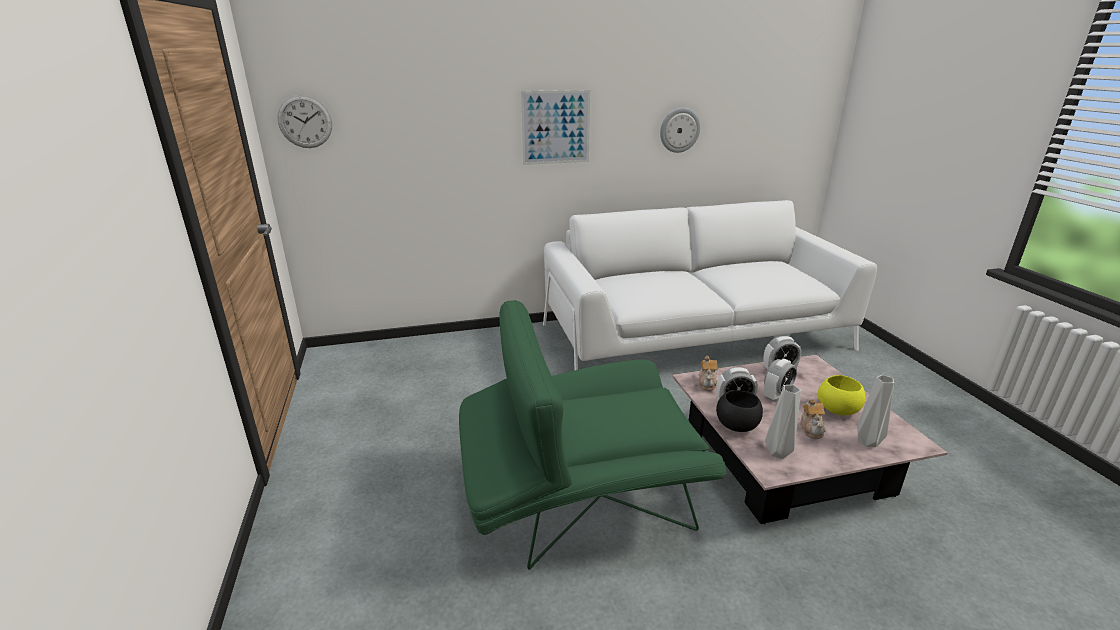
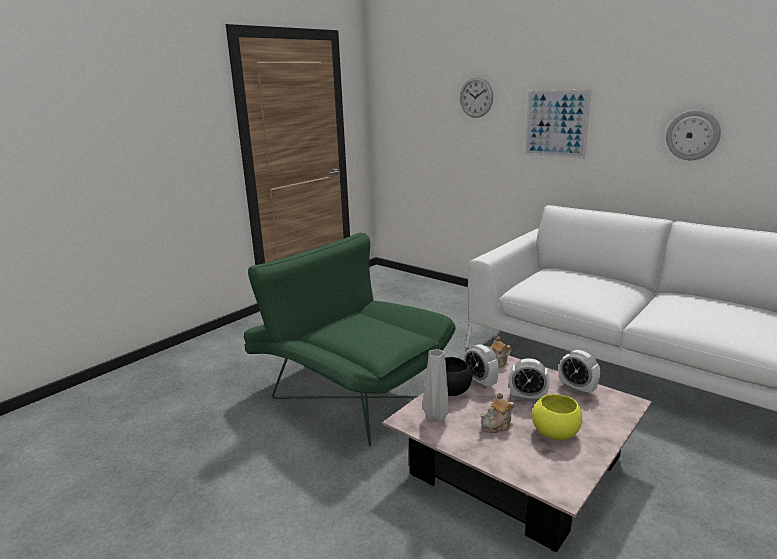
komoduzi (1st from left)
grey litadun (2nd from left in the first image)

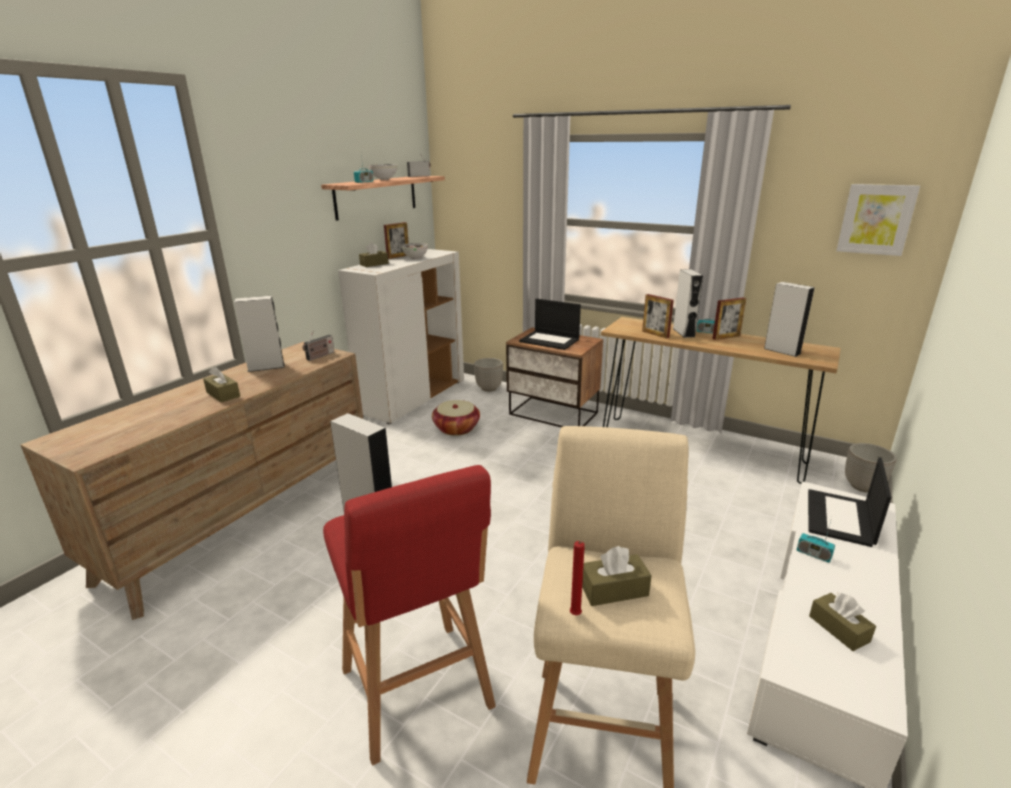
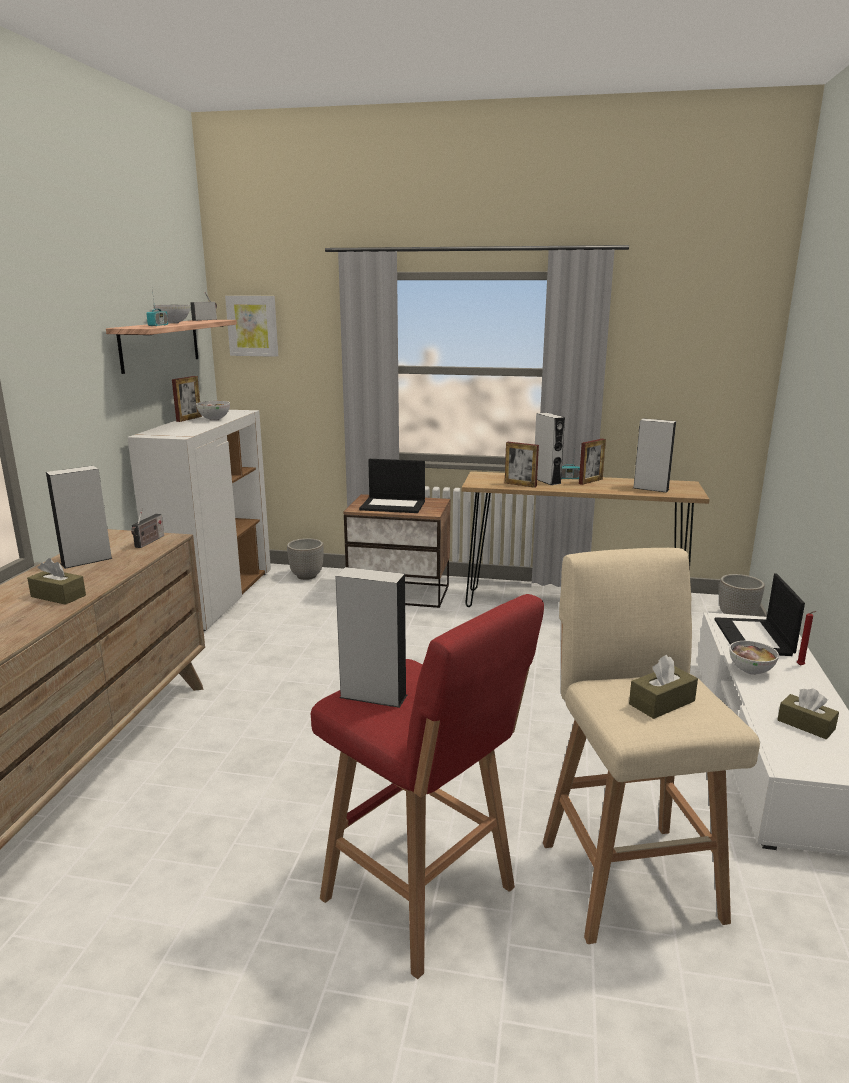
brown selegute (2nd from left in the first image)
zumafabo
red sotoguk
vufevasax (3rd from left)
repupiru

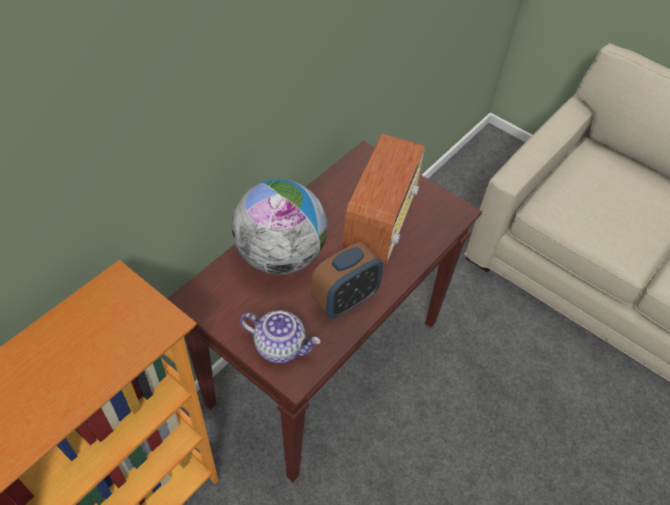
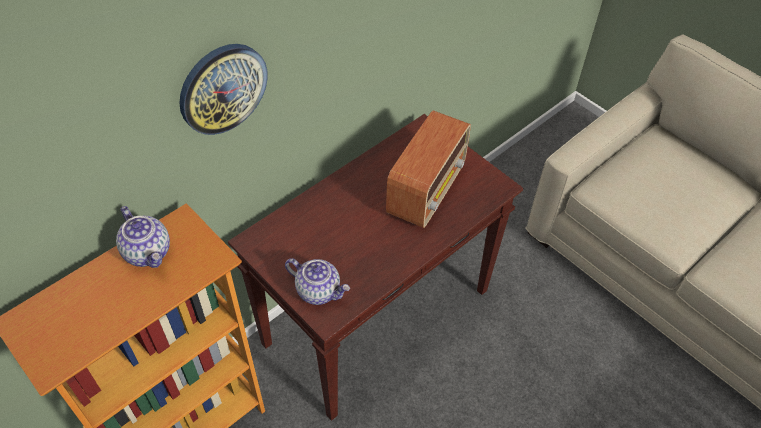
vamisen
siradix
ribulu (1st from left)
komoduzi

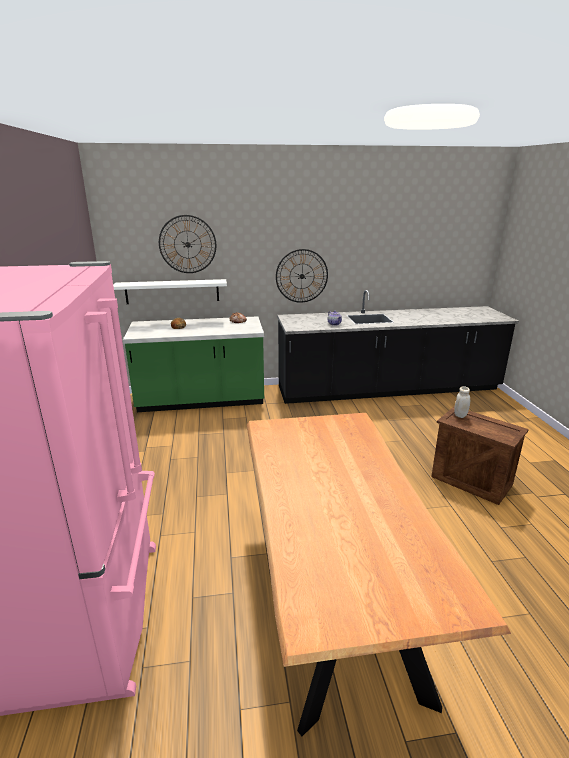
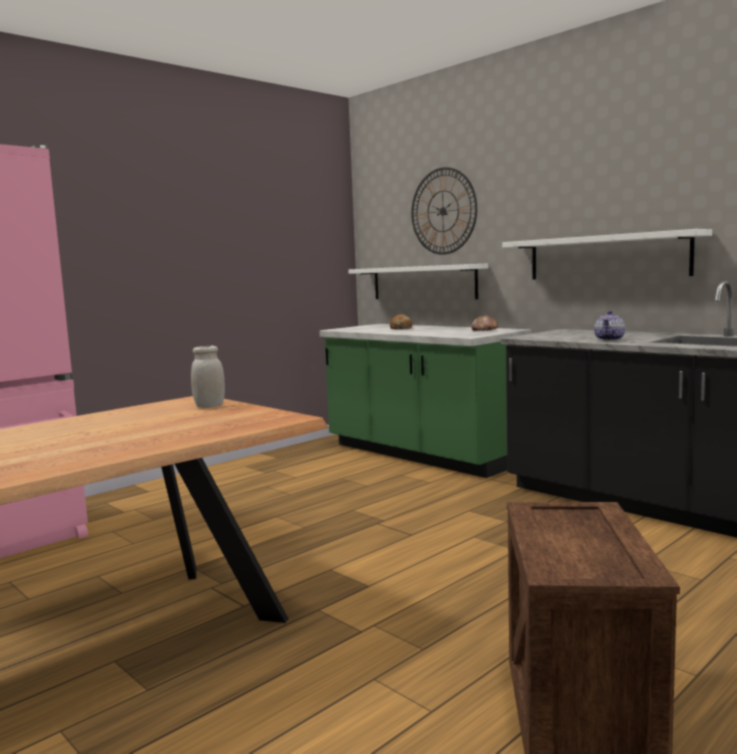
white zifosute (2nd from left)
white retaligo

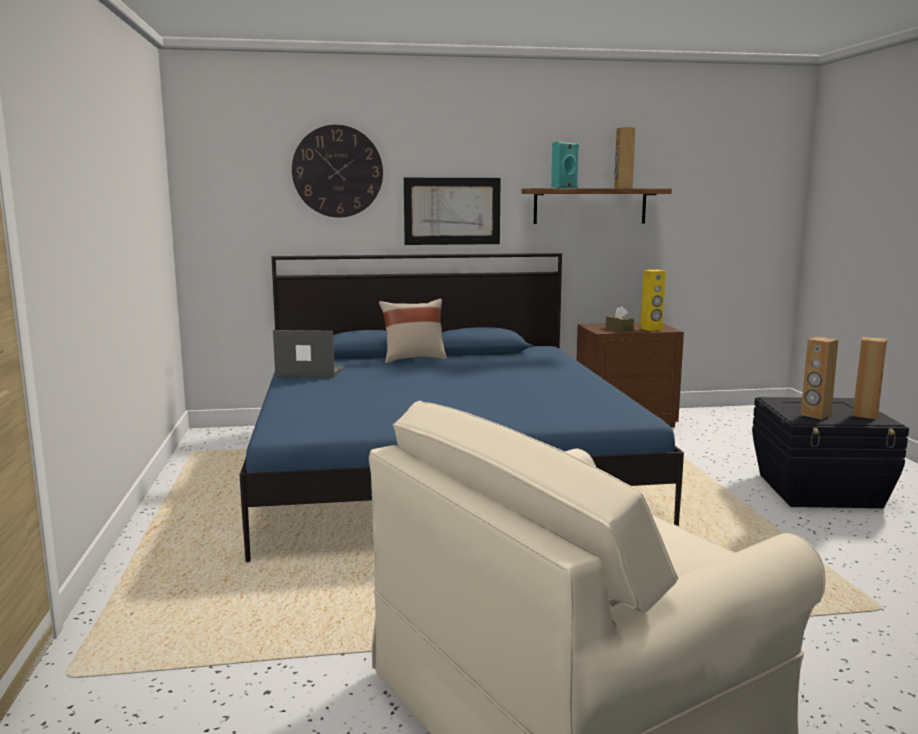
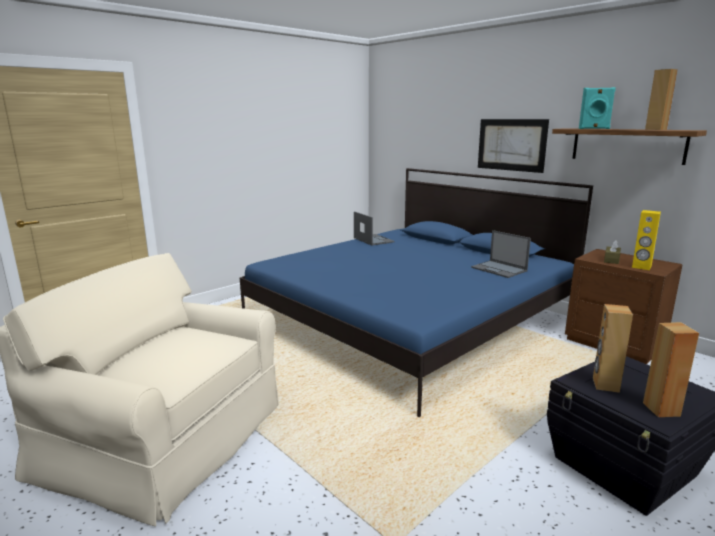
komoduzi
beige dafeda
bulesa (2nd from left)

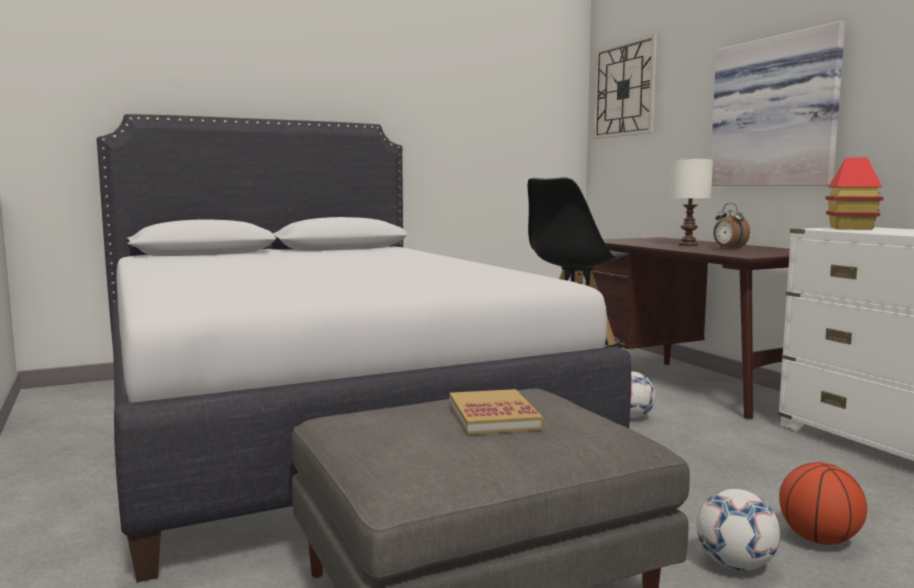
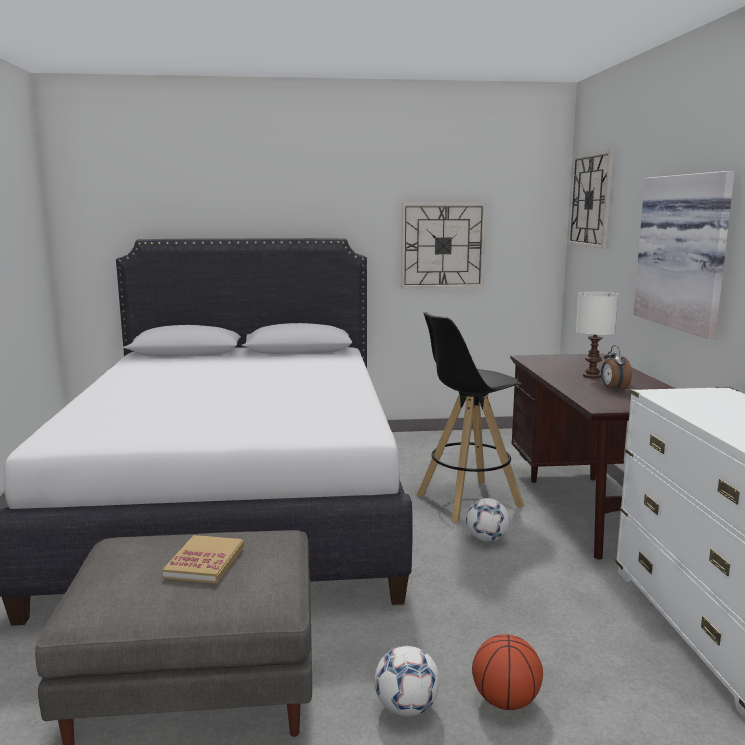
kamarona
komoduzi (1st from left)

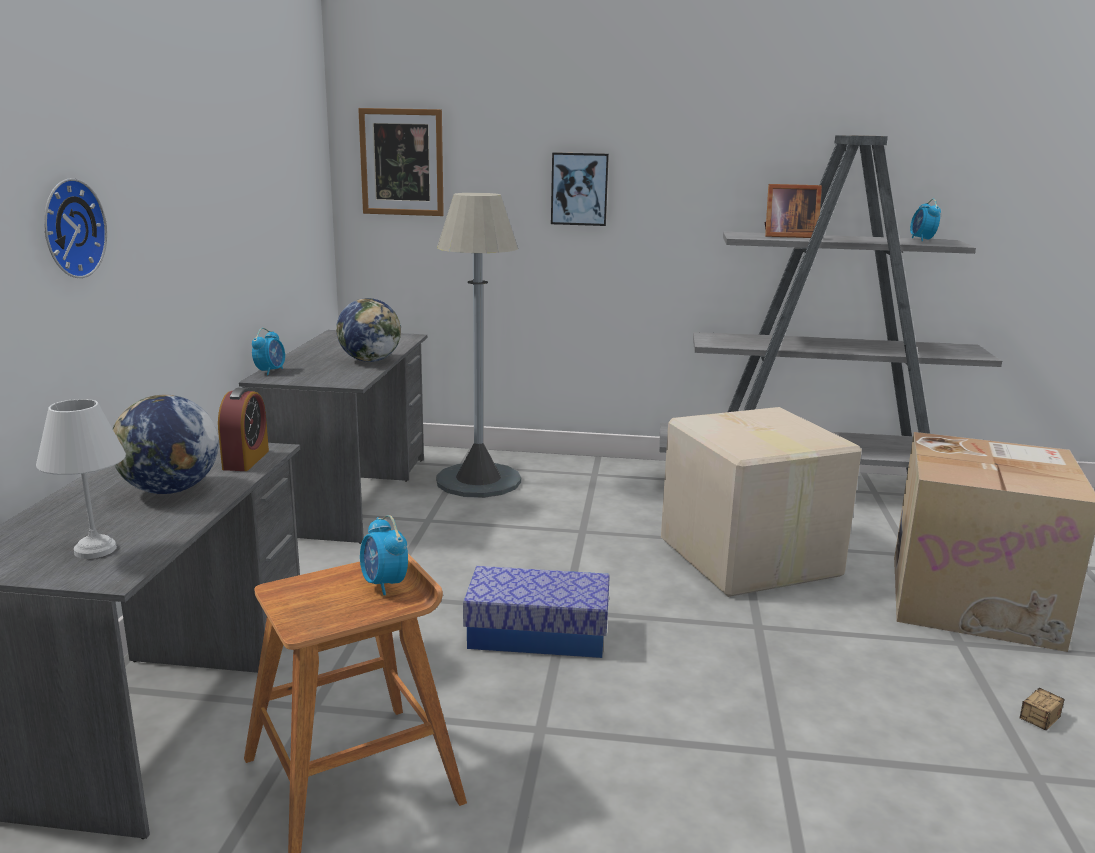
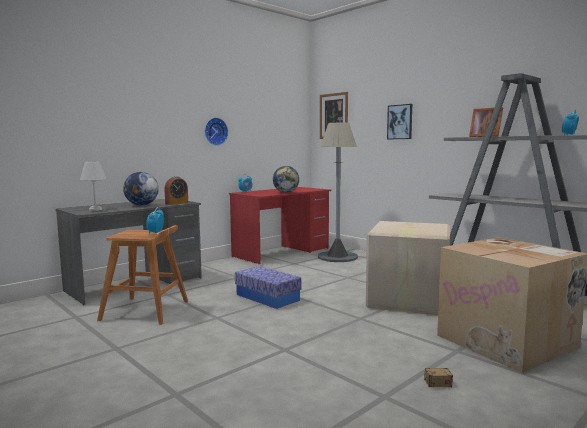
komoduzi
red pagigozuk

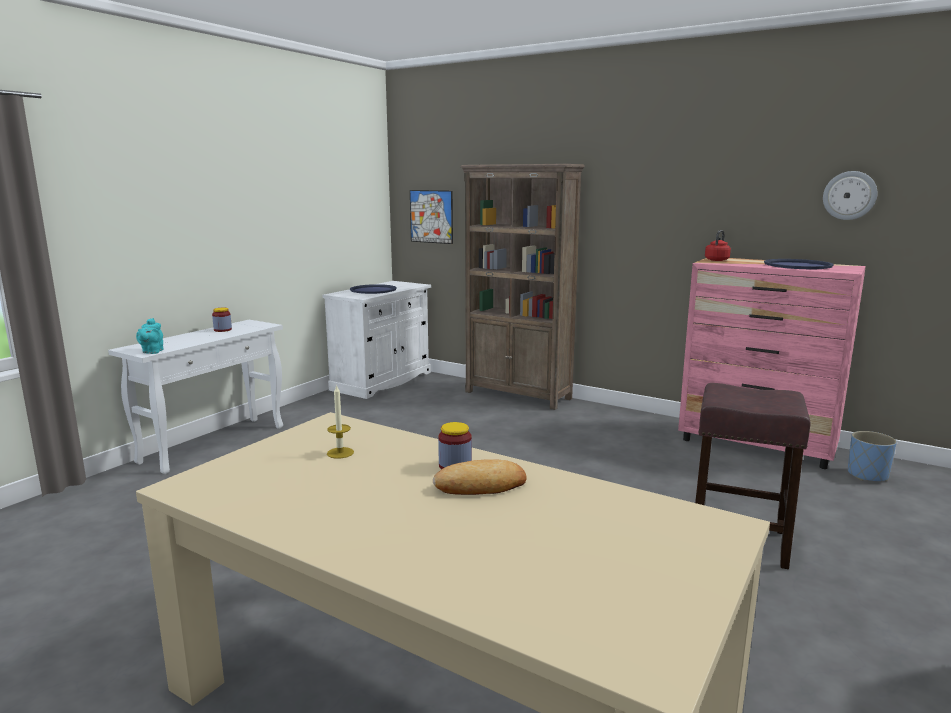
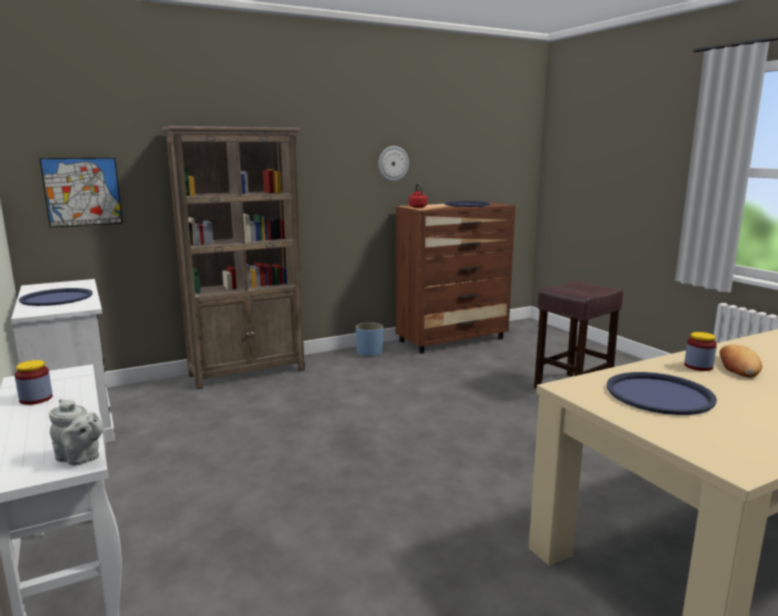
grey ribulu
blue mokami (3rd from left)
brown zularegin
komoduzi
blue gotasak

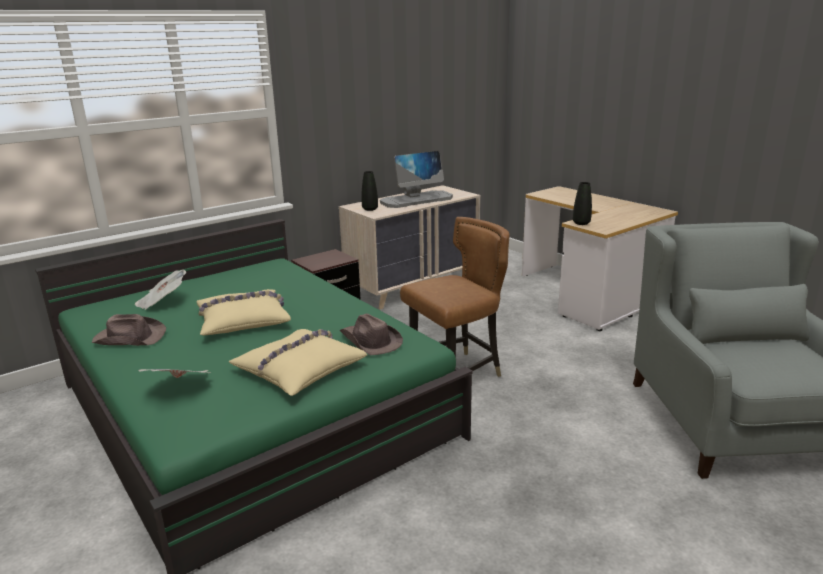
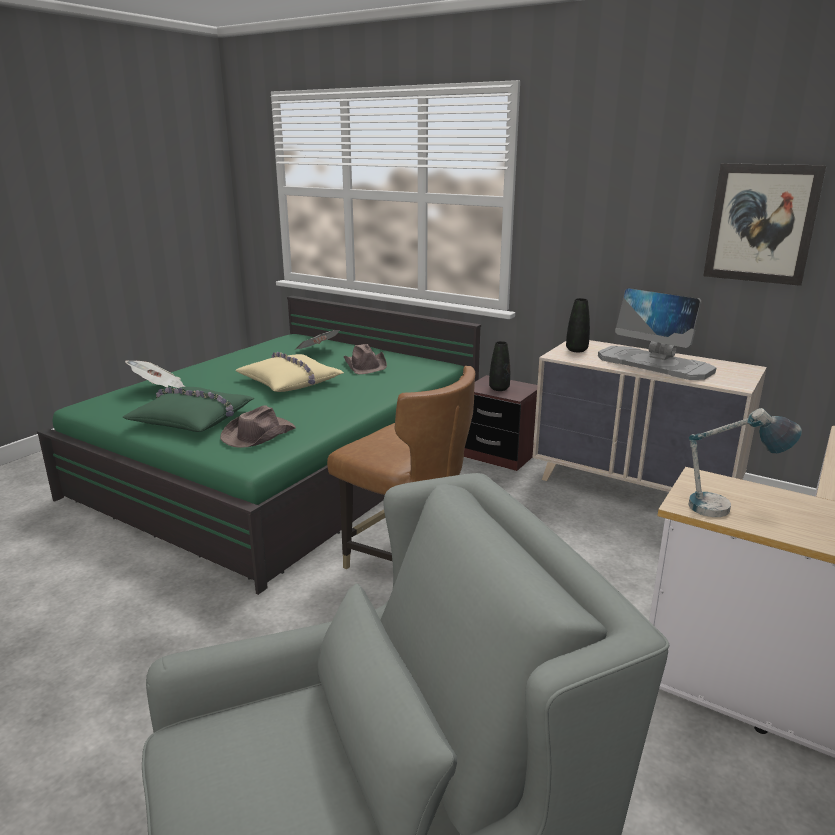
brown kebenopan (2nd from left)
green dafeda
black litadun (1st from left)
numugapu
repupiru

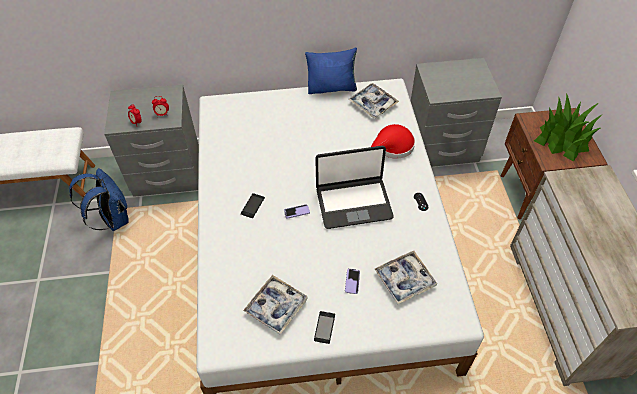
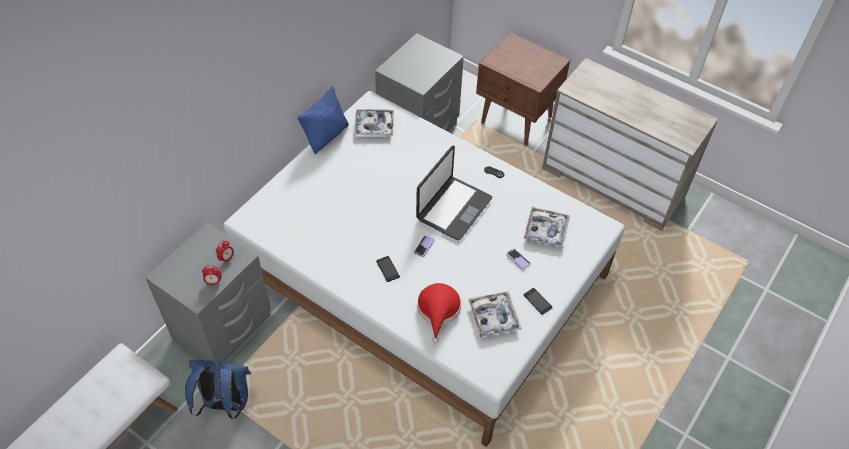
red kebenopan
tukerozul

